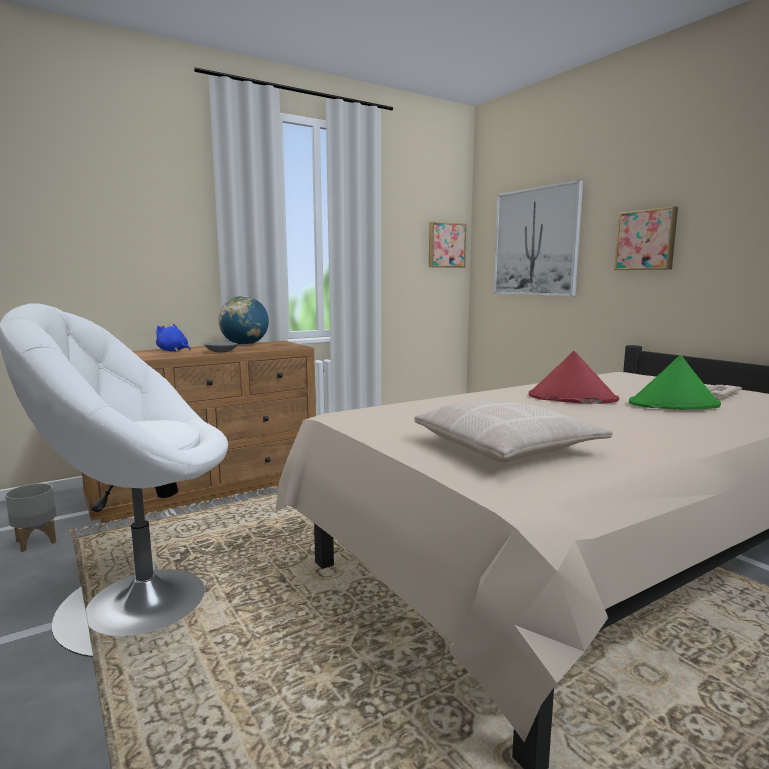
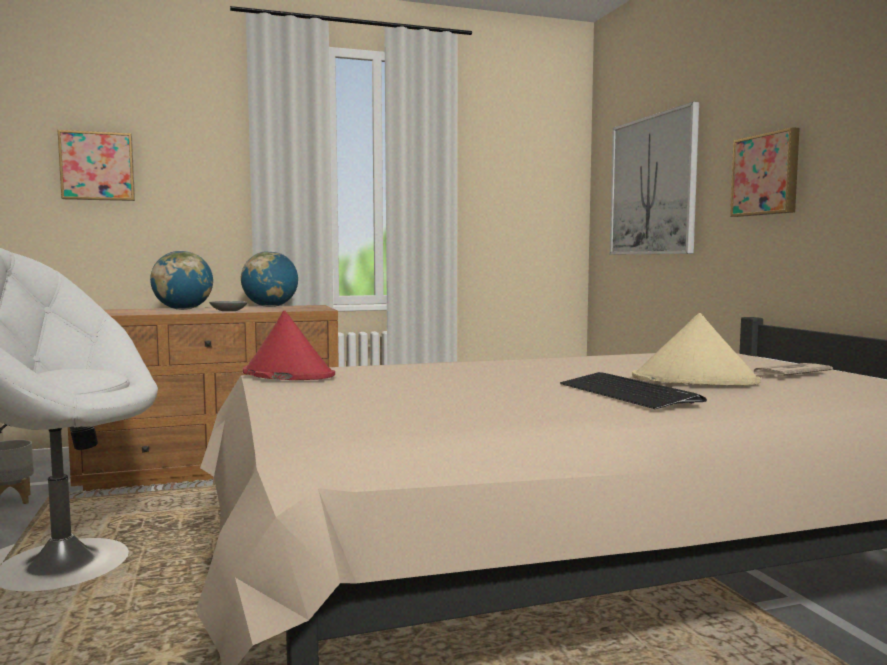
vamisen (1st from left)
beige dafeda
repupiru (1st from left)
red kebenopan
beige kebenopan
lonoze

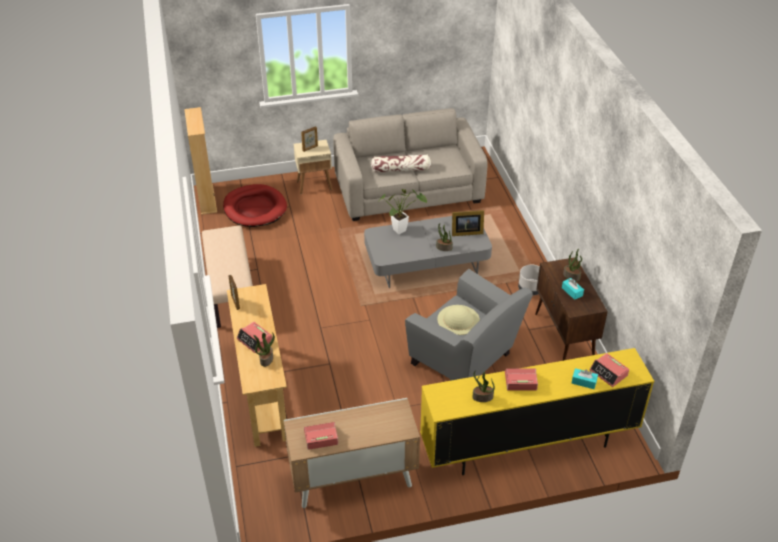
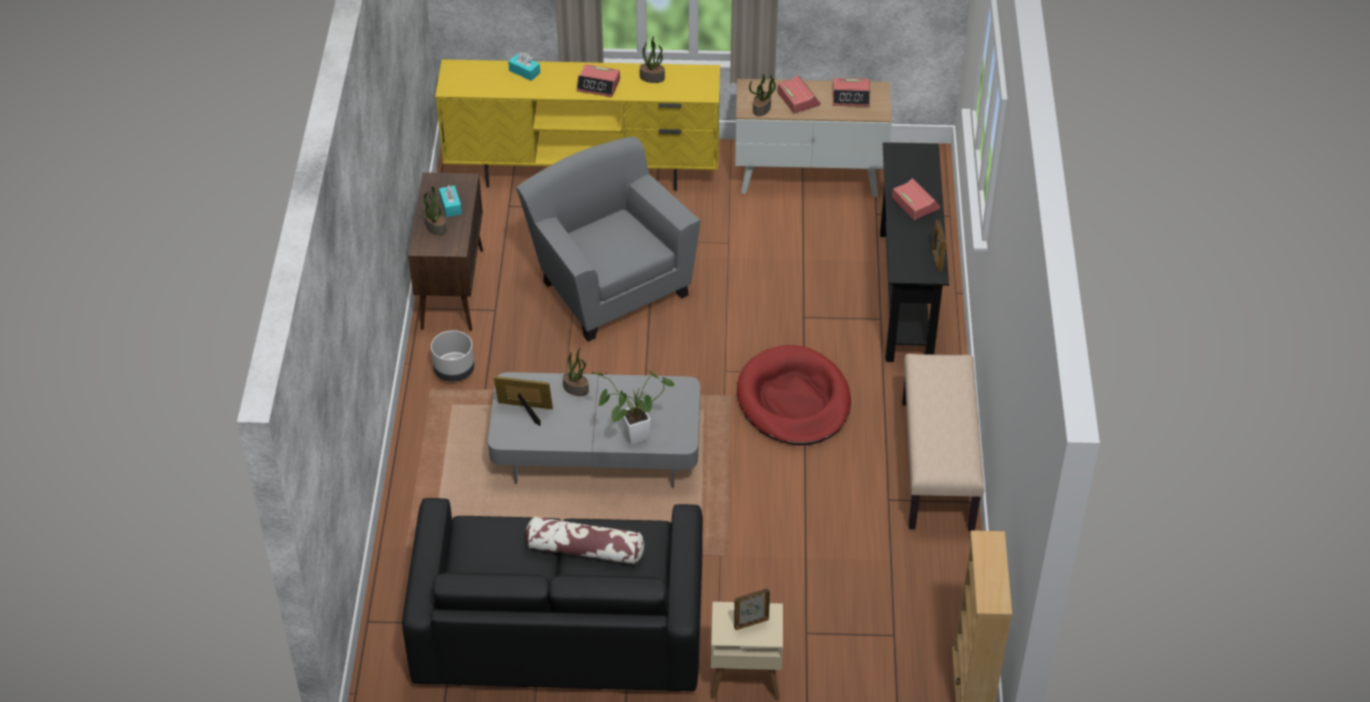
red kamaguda
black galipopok
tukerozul (5th from left)
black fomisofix
beige kebenopan
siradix (2nd from left)

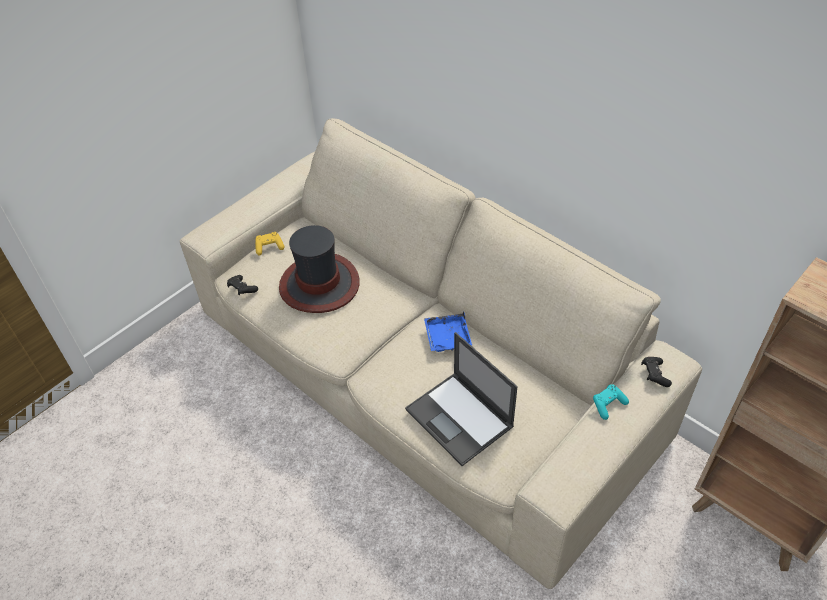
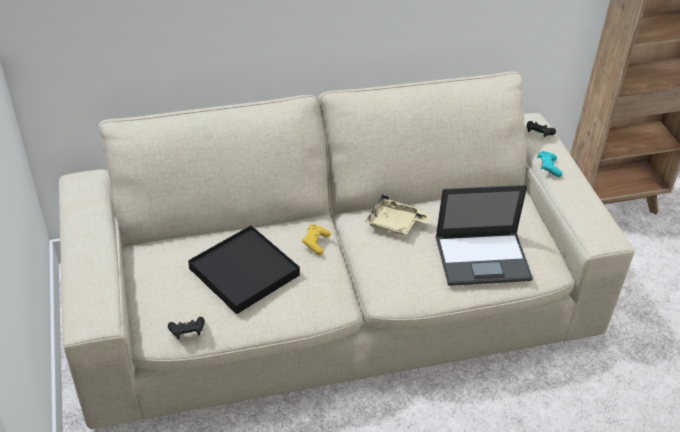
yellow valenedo
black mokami
beige mokami

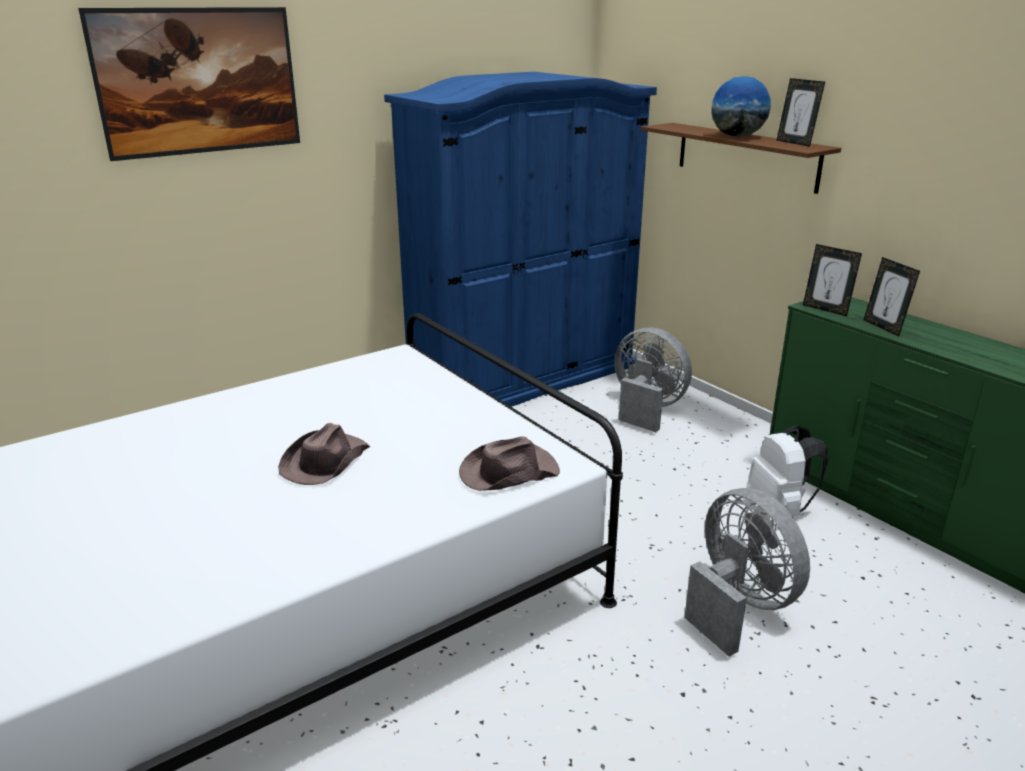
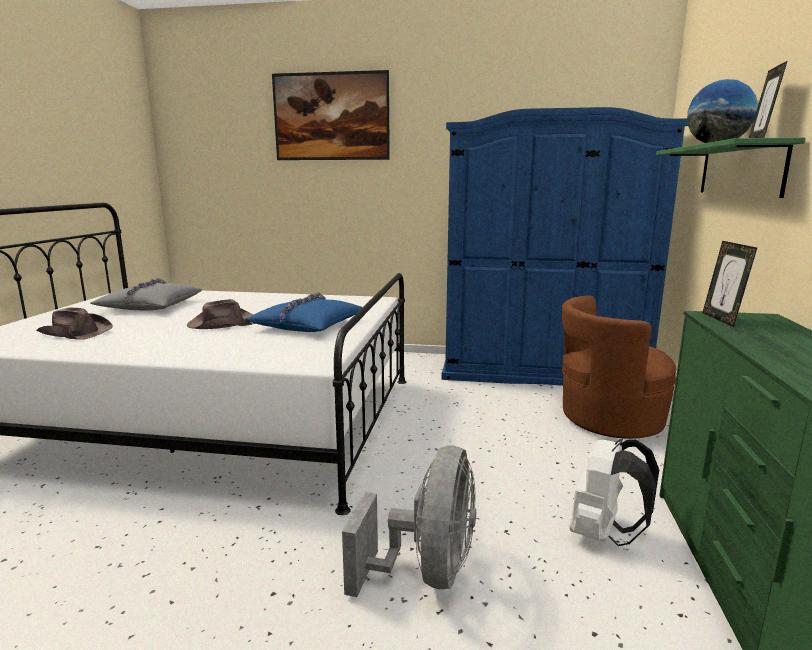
brown kebenopan (1st from left)
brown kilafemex
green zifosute
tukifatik (3rd from left in the first image)
grey dafeda
blue dafeda

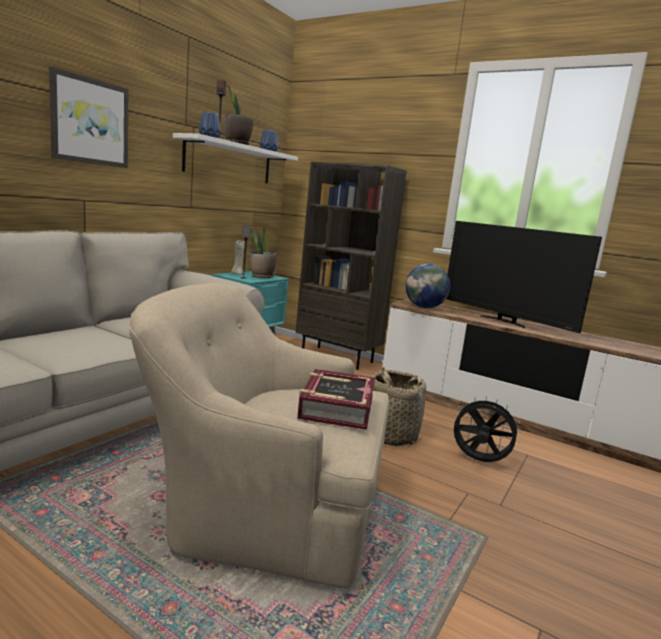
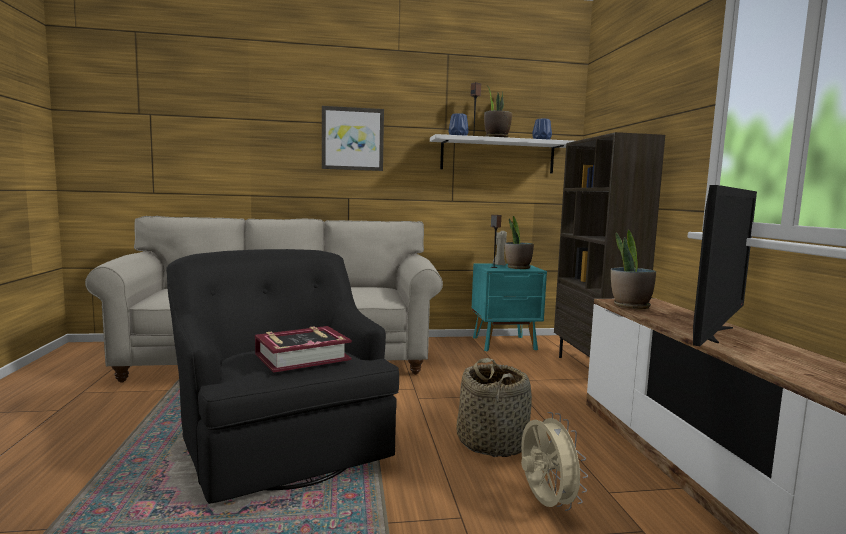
black kilafemex
tukerozul (3rd from left)
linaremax
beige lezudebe

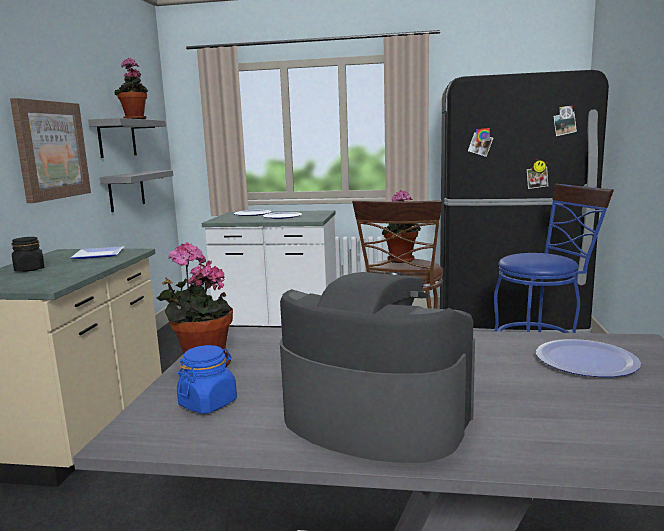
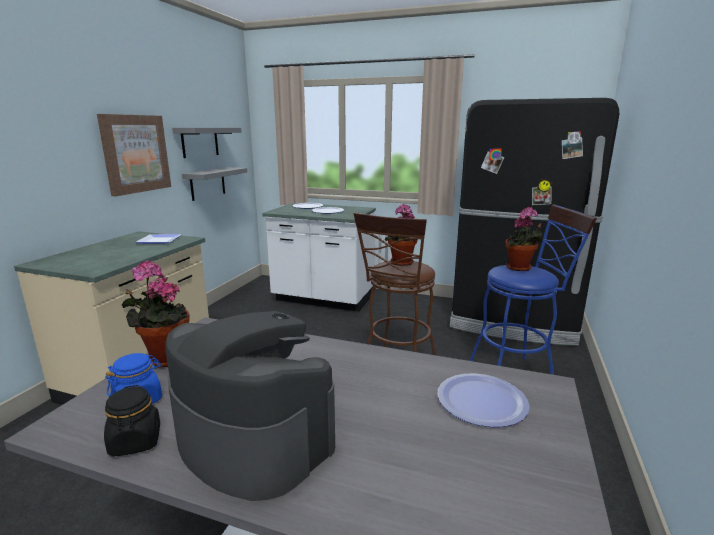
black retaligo
tukerozul (3rd from left)

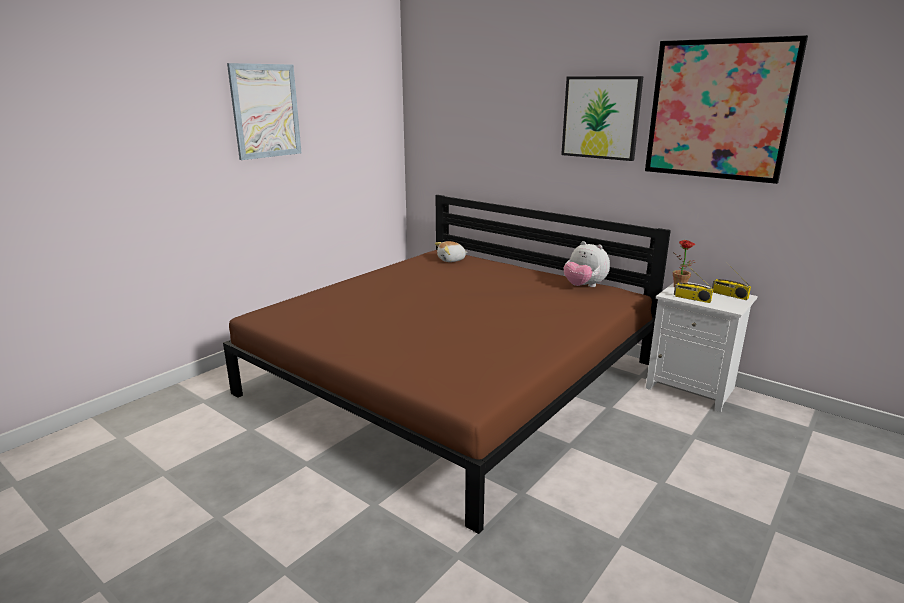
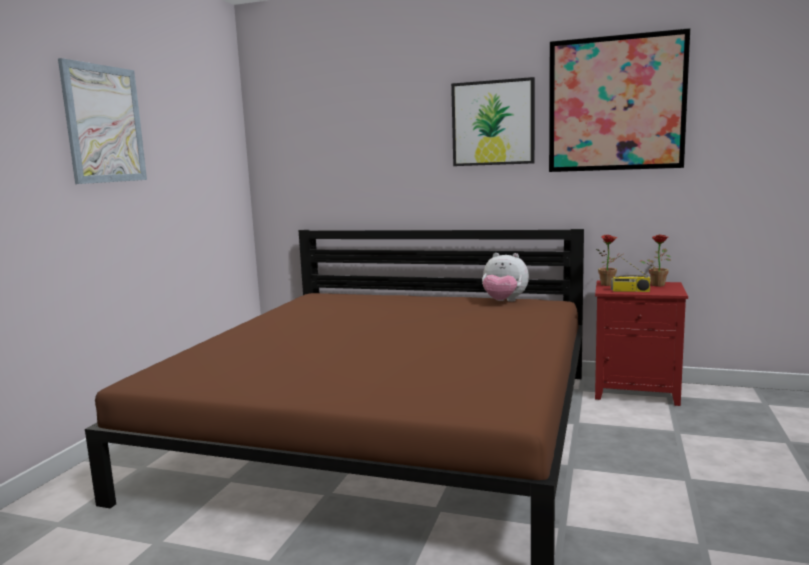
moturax (1st from left in the first image)
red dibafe
tukerozul (2nd from left)

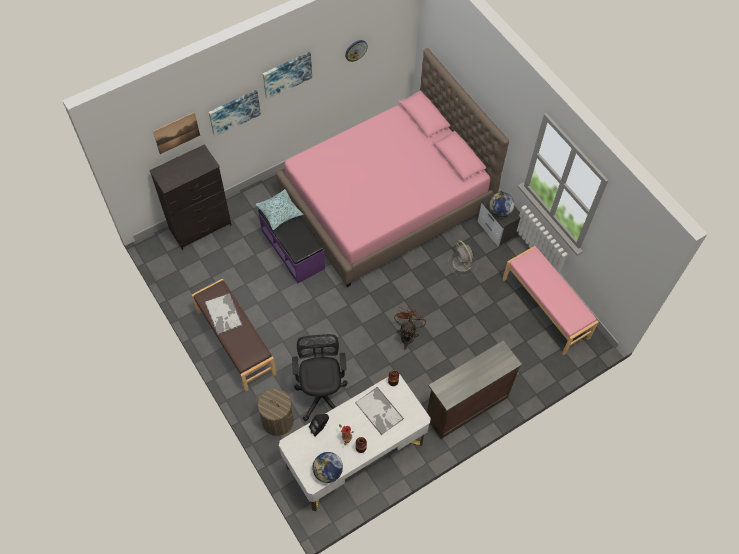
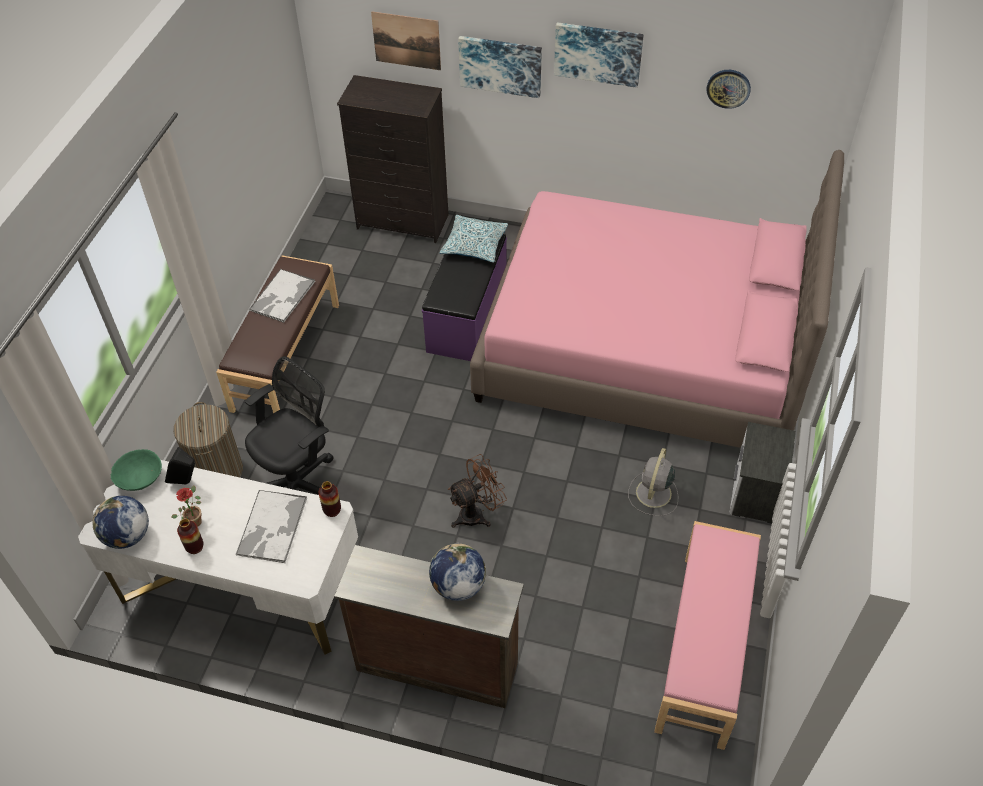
vamisen (2nd from left)
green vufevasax

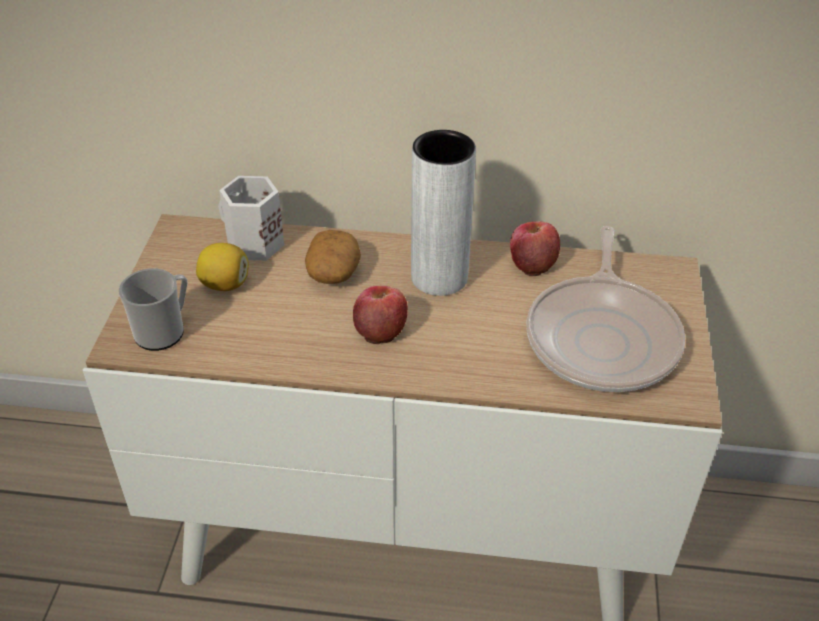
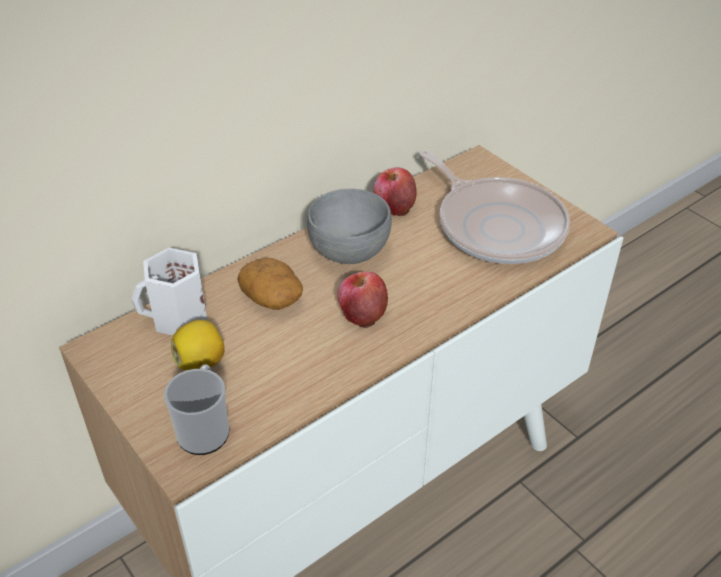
grey vufevasax

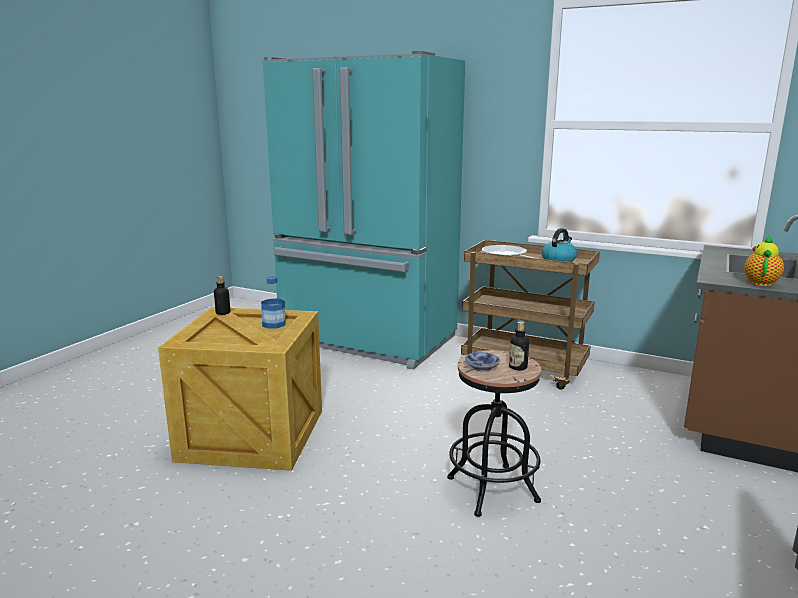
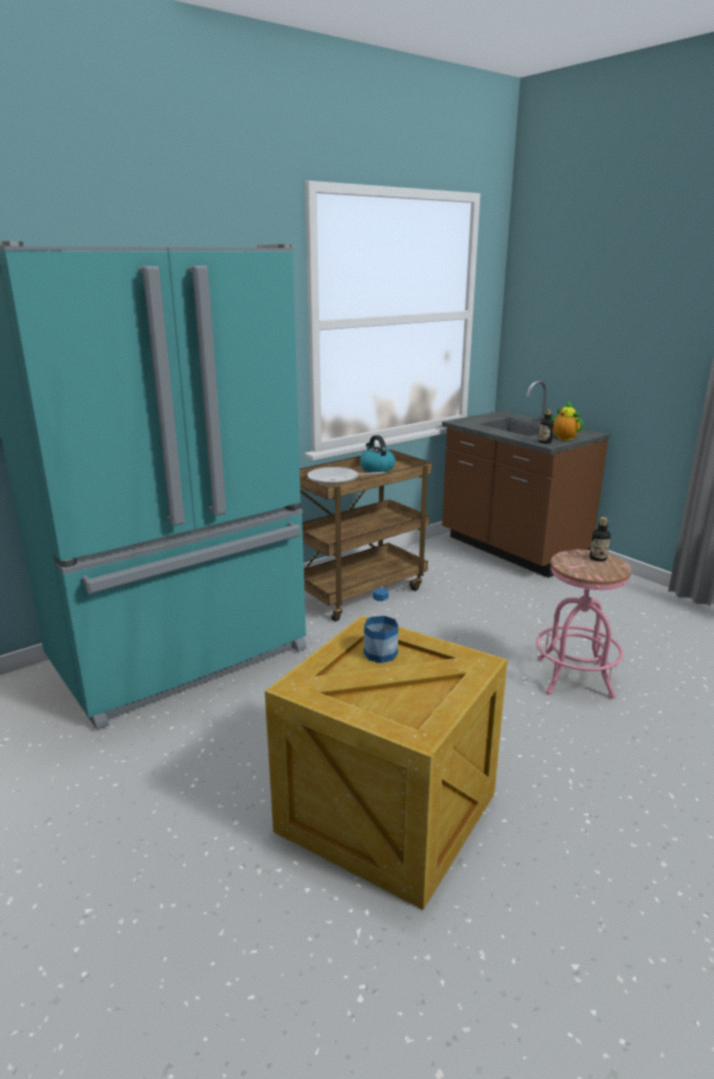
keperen (2nd from left)
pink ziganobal
vufevasax

